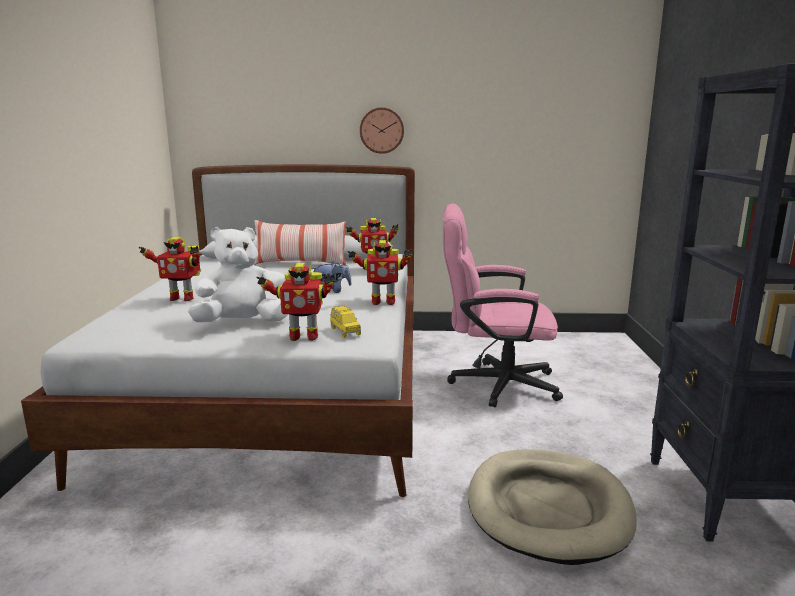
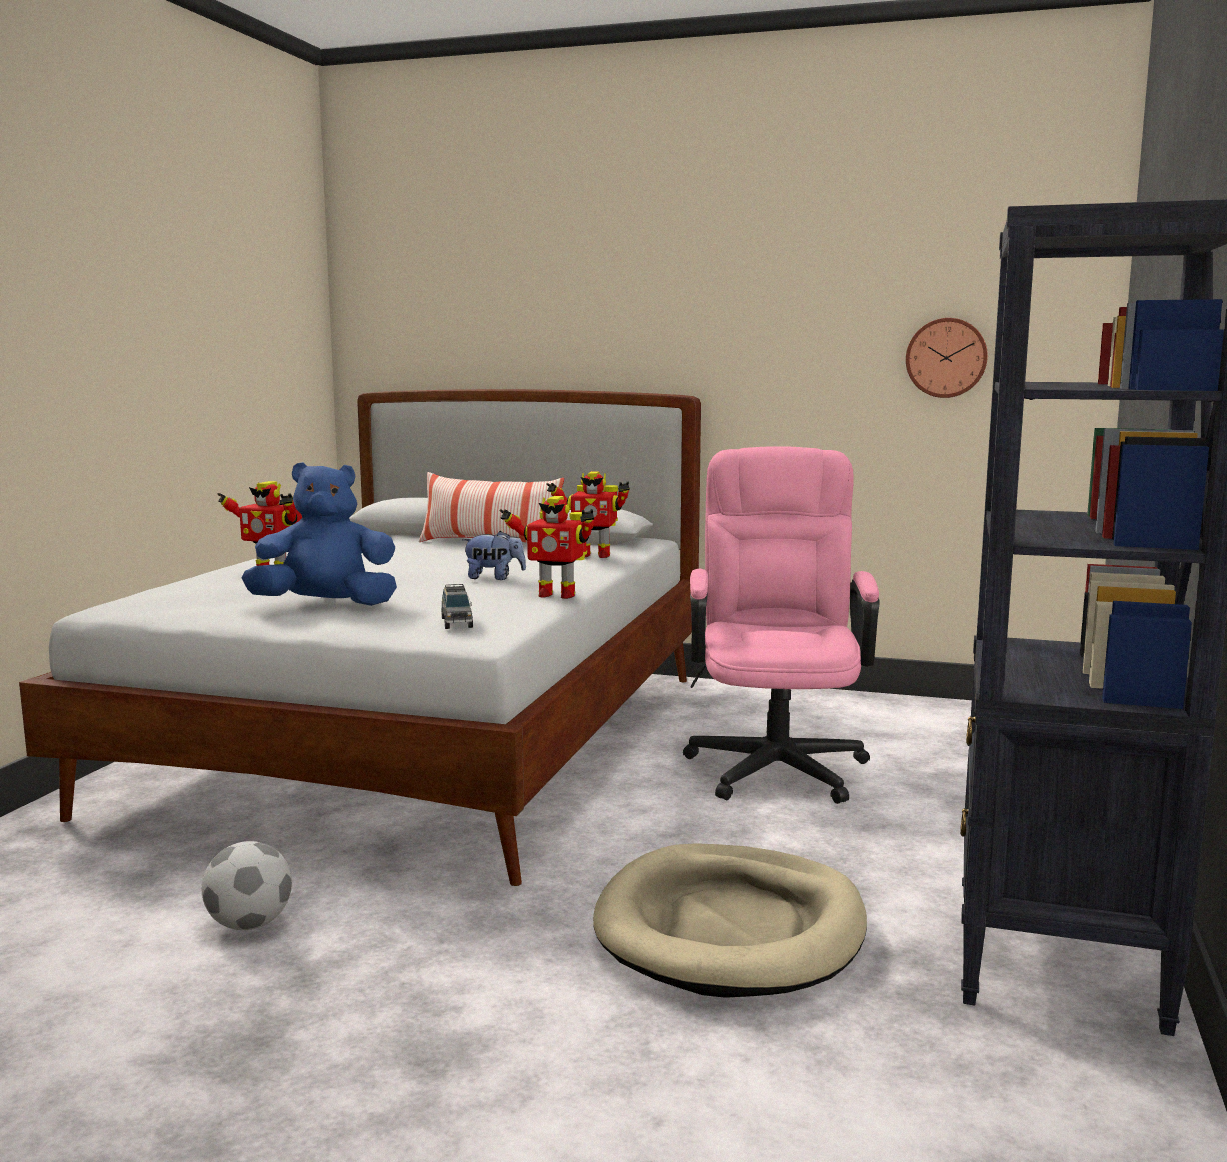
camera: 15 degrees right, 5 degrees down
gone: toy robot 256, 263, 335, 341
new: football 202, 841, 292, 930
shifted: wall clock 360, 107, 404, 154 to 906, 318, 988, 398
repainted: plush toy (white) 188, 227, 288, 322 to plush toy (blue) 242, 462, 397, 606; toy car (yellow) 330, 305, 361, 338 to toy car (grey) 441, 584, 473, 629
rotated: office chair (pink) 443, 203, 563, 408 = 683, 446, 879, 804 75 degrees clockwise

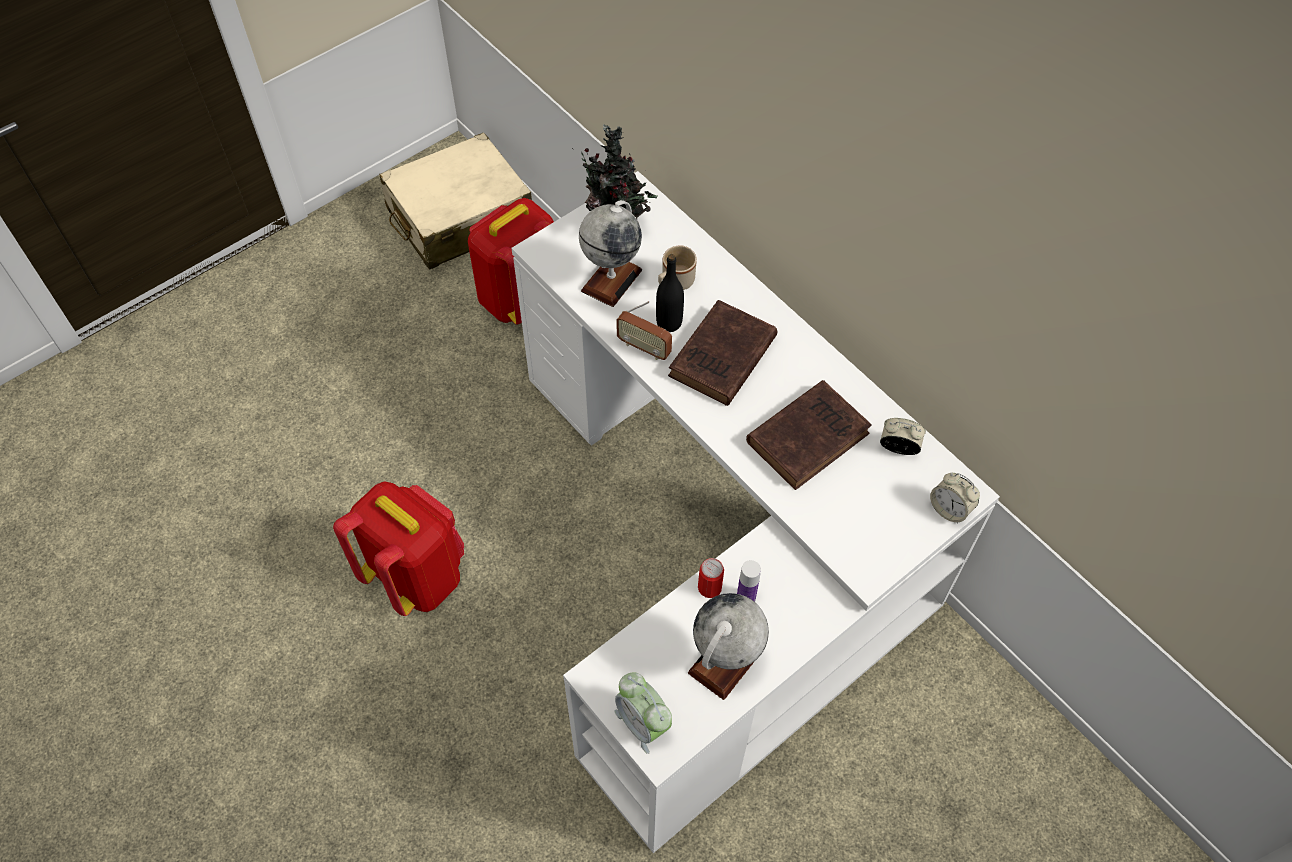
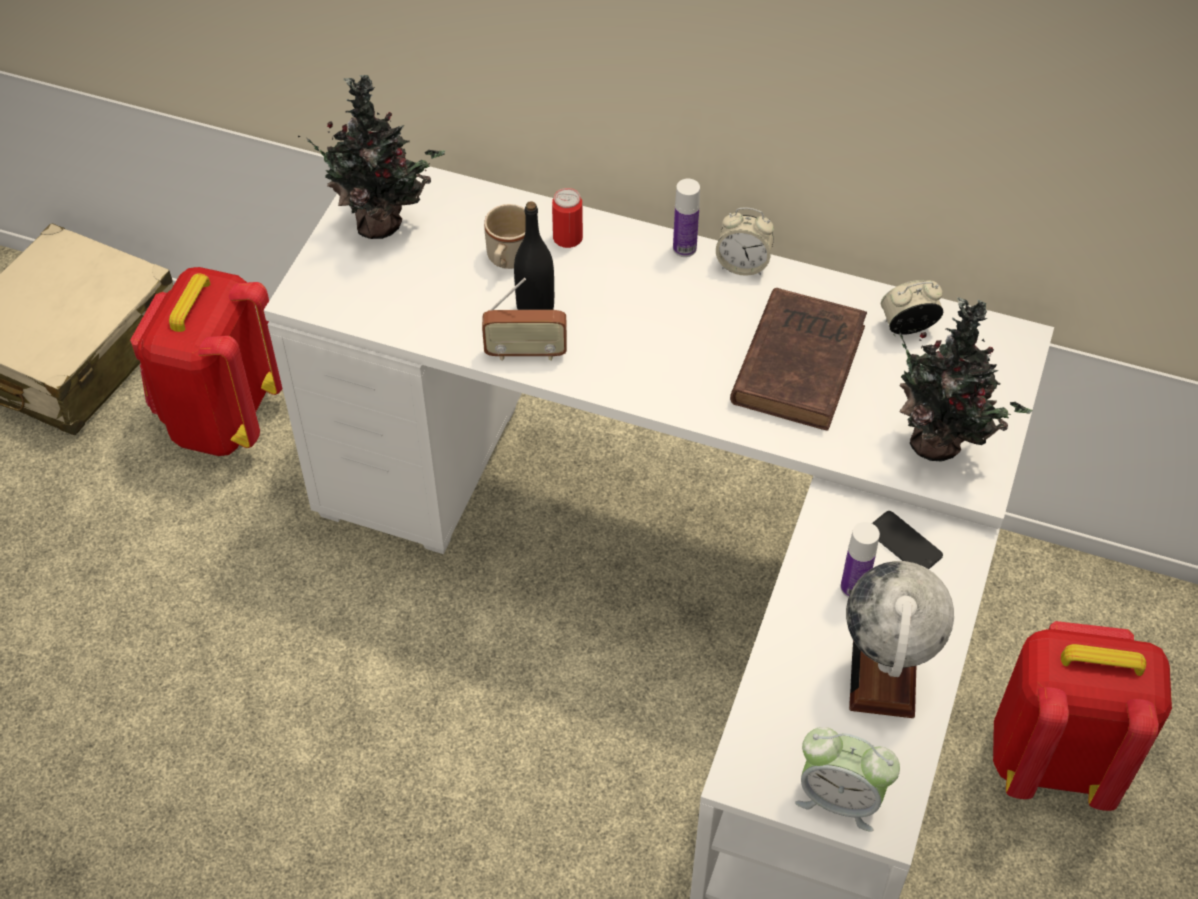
camera: 30 degrees left, 5 degrees down
gone: globe 579, 200, 642, 307; book (brown) 668, 300, 777, 406
new: bottle 673, 179, 700, 257; phone 872, 511, 943, 569; potted plant 890, 297, 1032, 461
shifted: can 698, 558, 724, 598 to 552, 188, 583, 248; alarm clock 930, 473, 980, 524 to 716, 208, 774, 276; backpack (red) 333, 481, 464, 616 to 993, 621, 1172, 811

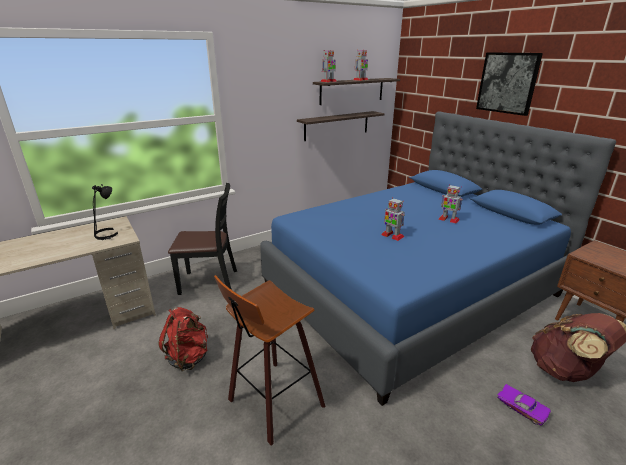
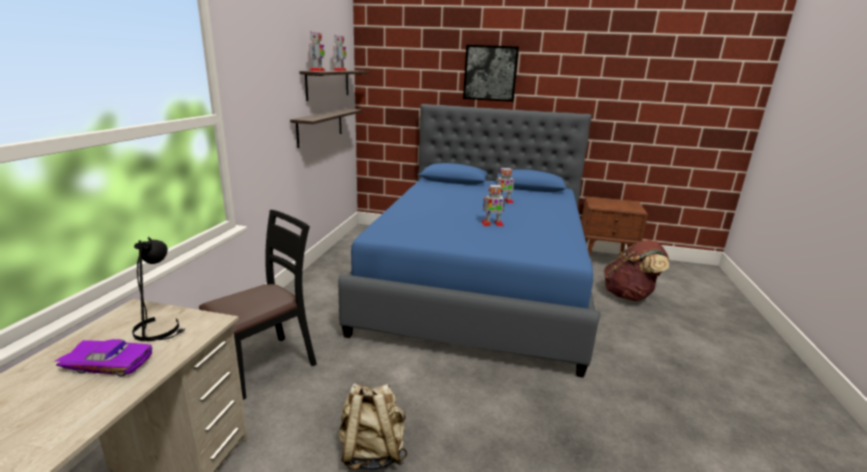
camera: 45 degrees left, 5 degrees down
gone: stool 214, 275, 326, 446
shifted: toy car (purple) 497, 384, 551, 426 to 54, 339, 152, 377
repainted: backpack (red) 158, 307, 208, 372 to backpack (beige) 338, 383, 407, 470

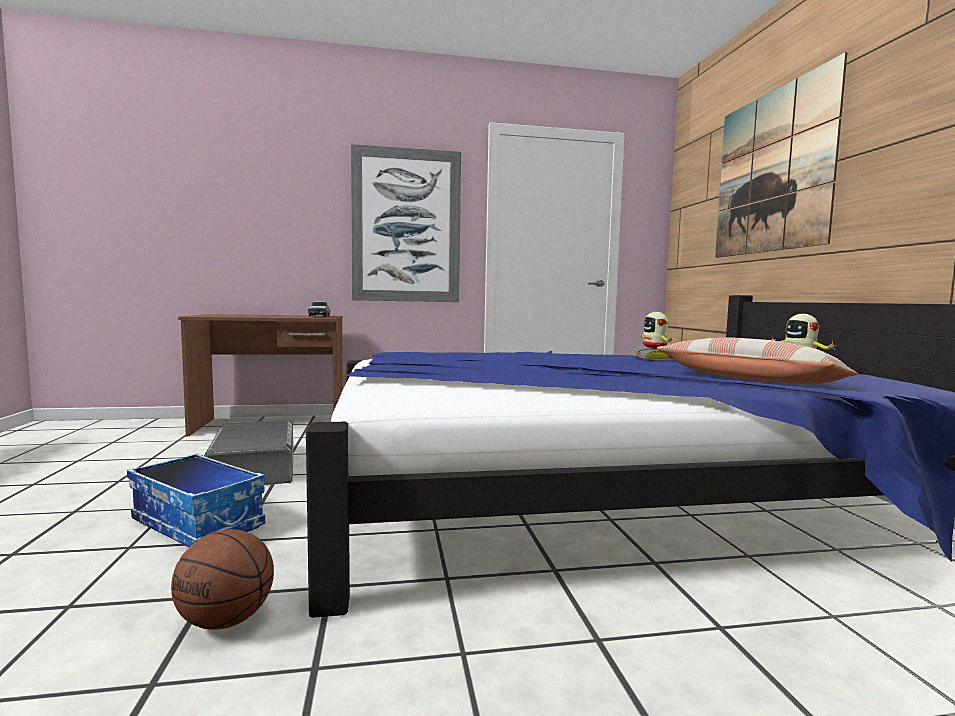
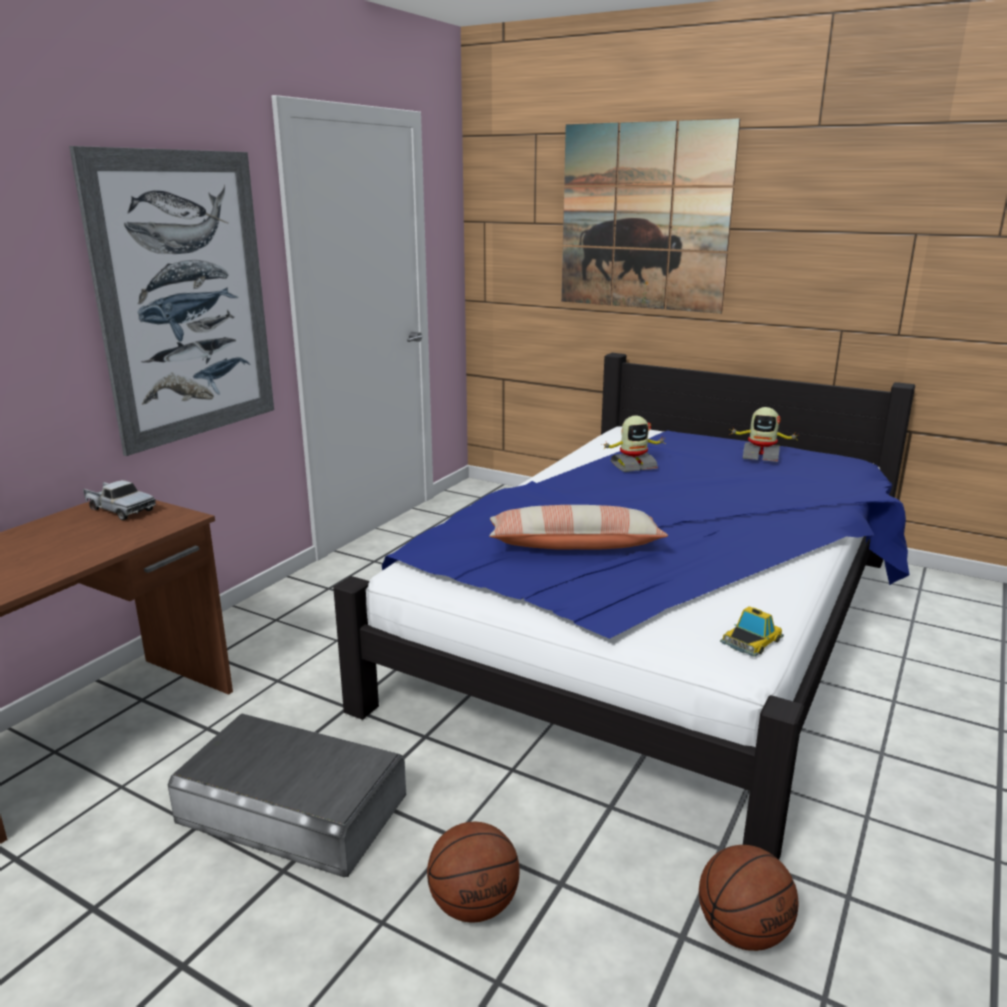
camera: 50 degrees left, 15 degrees up
new: toy car 720, 606, 784, 657
shifted: pillow 657, 338, 858, 384 to 489, 505, 668, 550
swapped: storage box 127, 453, 265, 547 to basketball 427, 822, 519, 922
rotated: toy robot 629, 312, 674, 361 = 601, 416, 666, 472 45 degrees counterclockwise

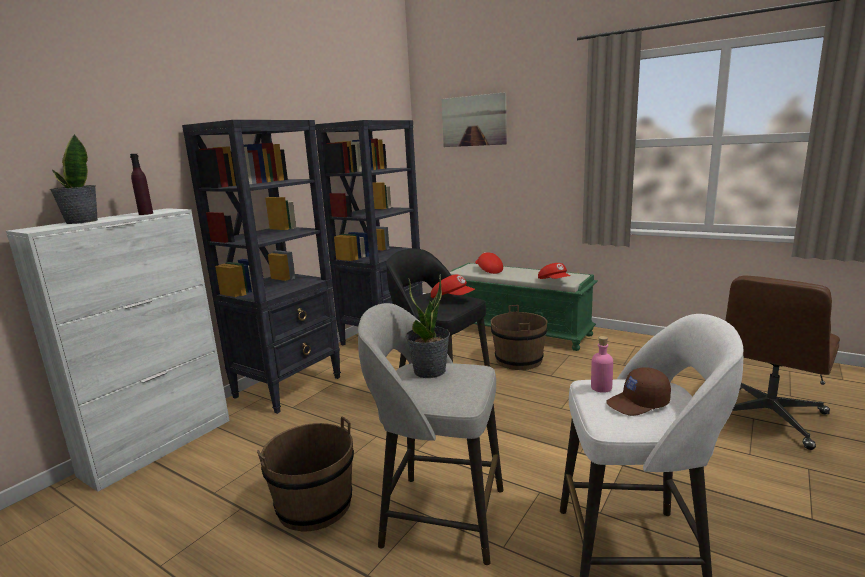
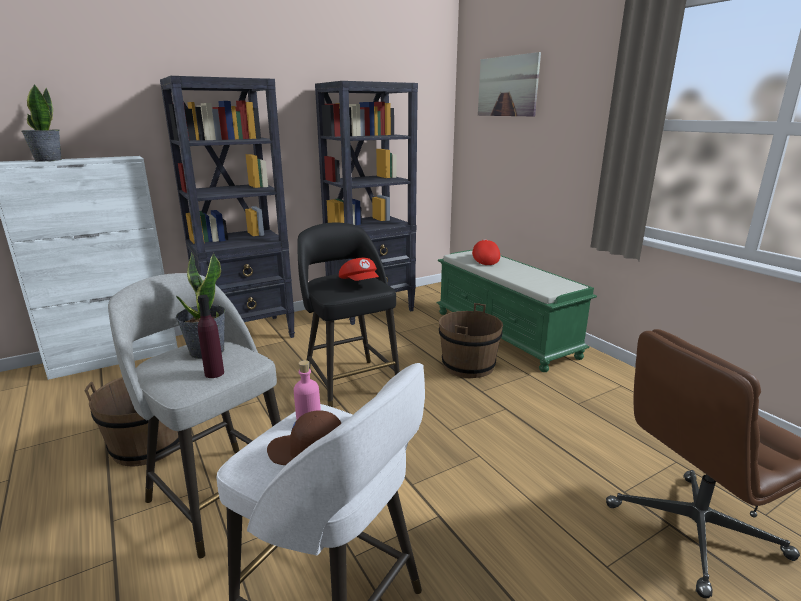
camera: 25 degrees right, 5 degrees up
gone: cap (red) 538, 263, 570, 279
shifted: bottle (purple) 130, 154, 153, 215 to 198, 295, 224, 378

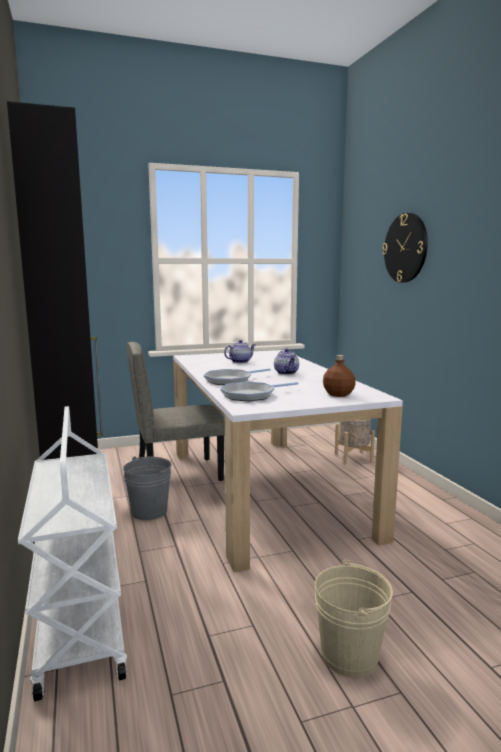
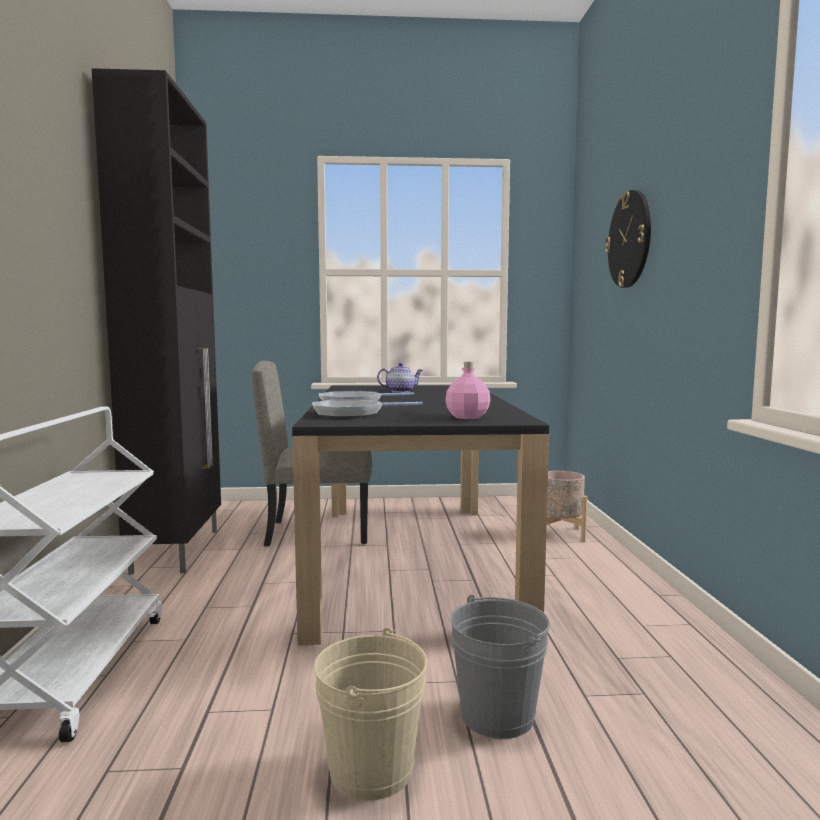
camera: 15 degrees right, 5 degrees down
gone: teapot 274, 349, 299, 375
shifted: bucket (grey) 123, 456, 172, 520 to 450, 594, 550, 739
repainted: dining table (white) 173, 350, 403, 572 to dining table (black) 292, 385, 549, 645; bottle (brown) 323, 355, 356, 397 to bottle (pink) 445, 362, 491, 419

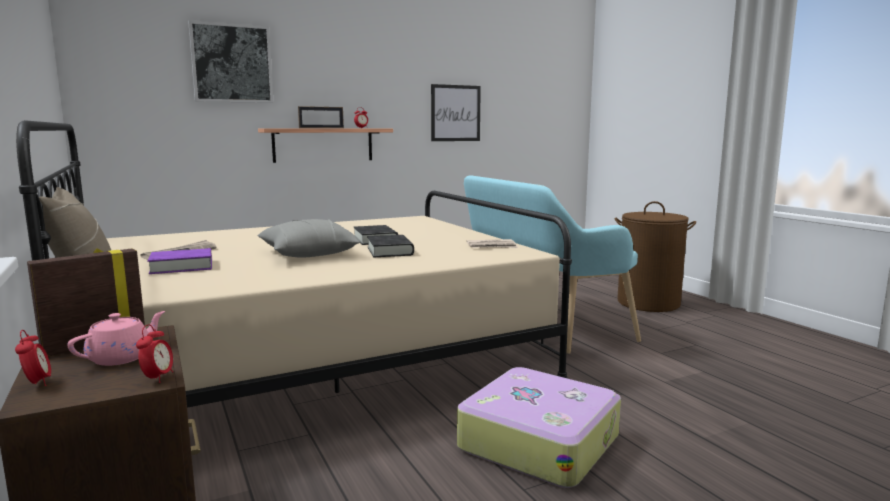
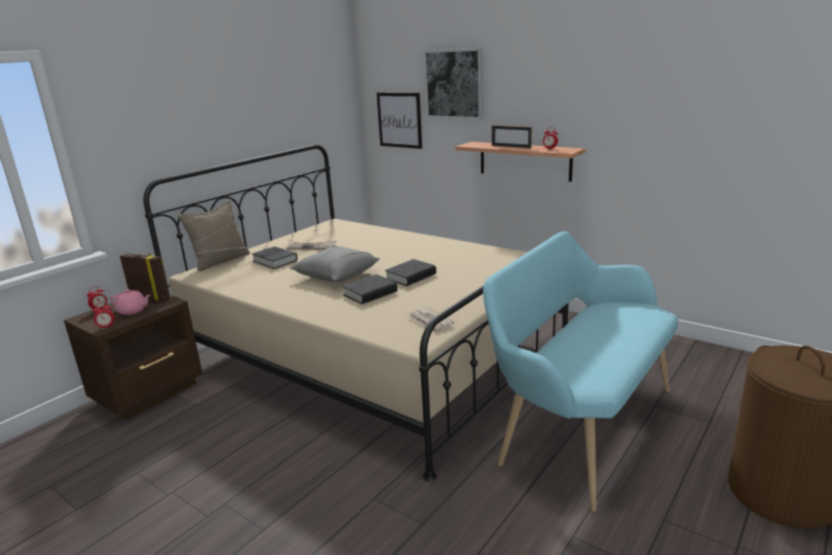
camera: 65 degrees right, 10 degrees up
gone: suitcase 457, 367, 621, 488
shifted: picture 431, 84, 481, 141 to 377, 93, 422, 149
repainted: book (purple) 147, 248, 212, 274 to book (black) 252, 246, 298, 269

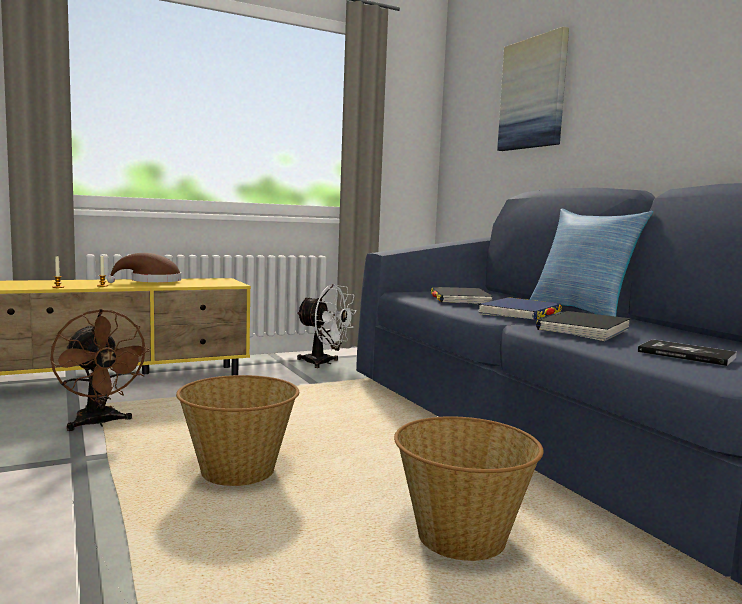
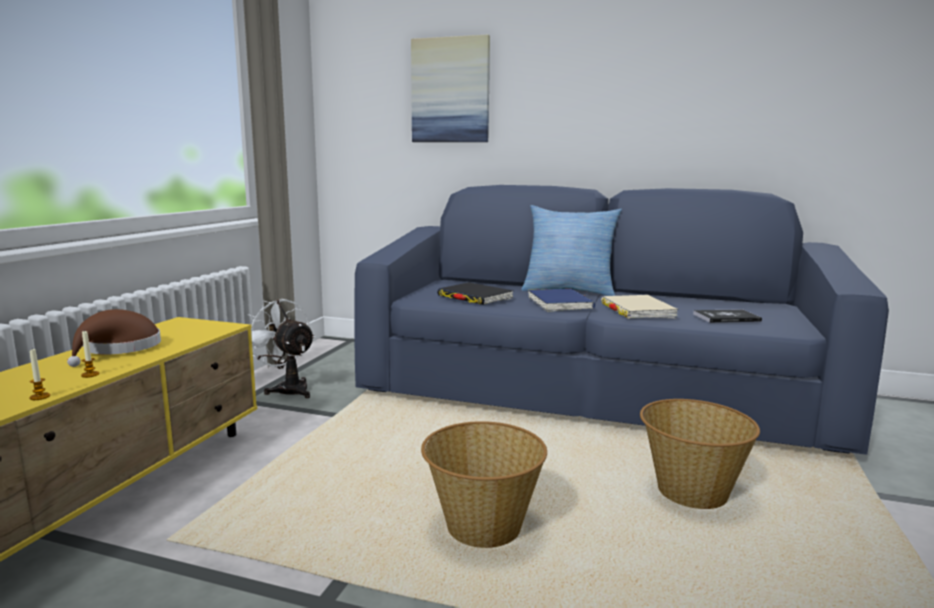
camera: 45 degrees left, 5 degrees up
gone: fan (brown) 50, 309, 151, 431
repainted: book (black) 536, 311, 631, 341 to book (beige) 601, 295, 679, 319
rotated: fan (white) 296, 284, 357, 368 = 248, 299, 315, 398 120 degrees counterclockwise

